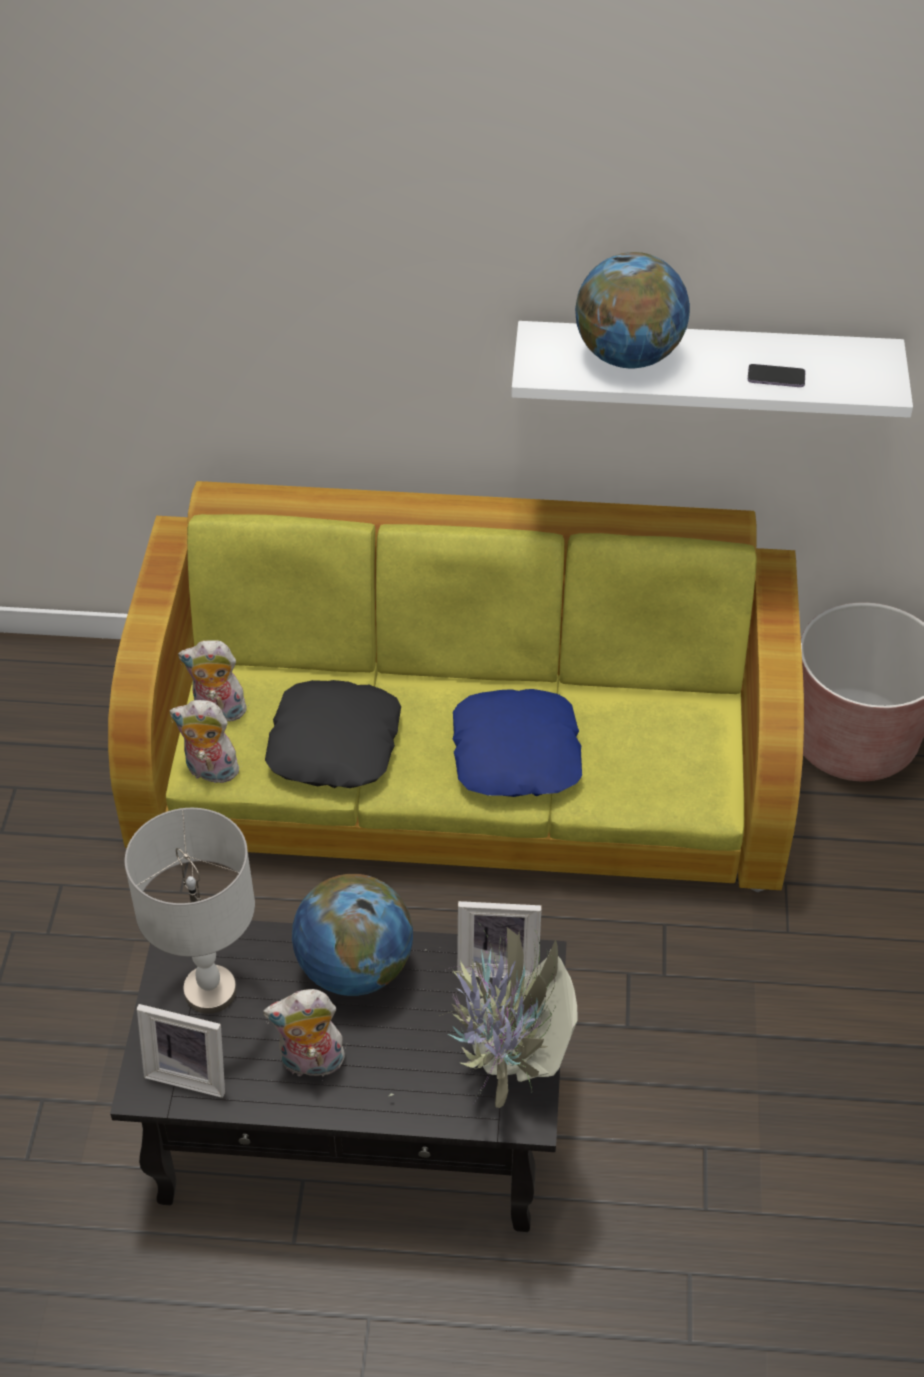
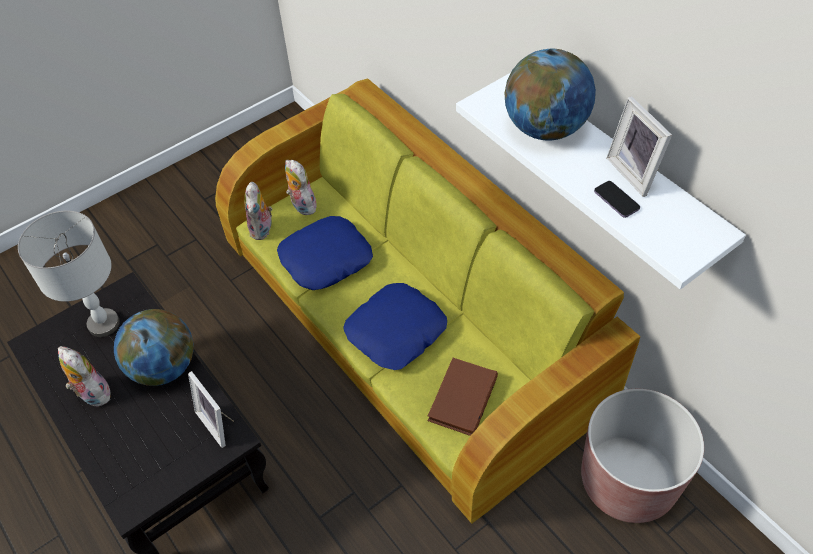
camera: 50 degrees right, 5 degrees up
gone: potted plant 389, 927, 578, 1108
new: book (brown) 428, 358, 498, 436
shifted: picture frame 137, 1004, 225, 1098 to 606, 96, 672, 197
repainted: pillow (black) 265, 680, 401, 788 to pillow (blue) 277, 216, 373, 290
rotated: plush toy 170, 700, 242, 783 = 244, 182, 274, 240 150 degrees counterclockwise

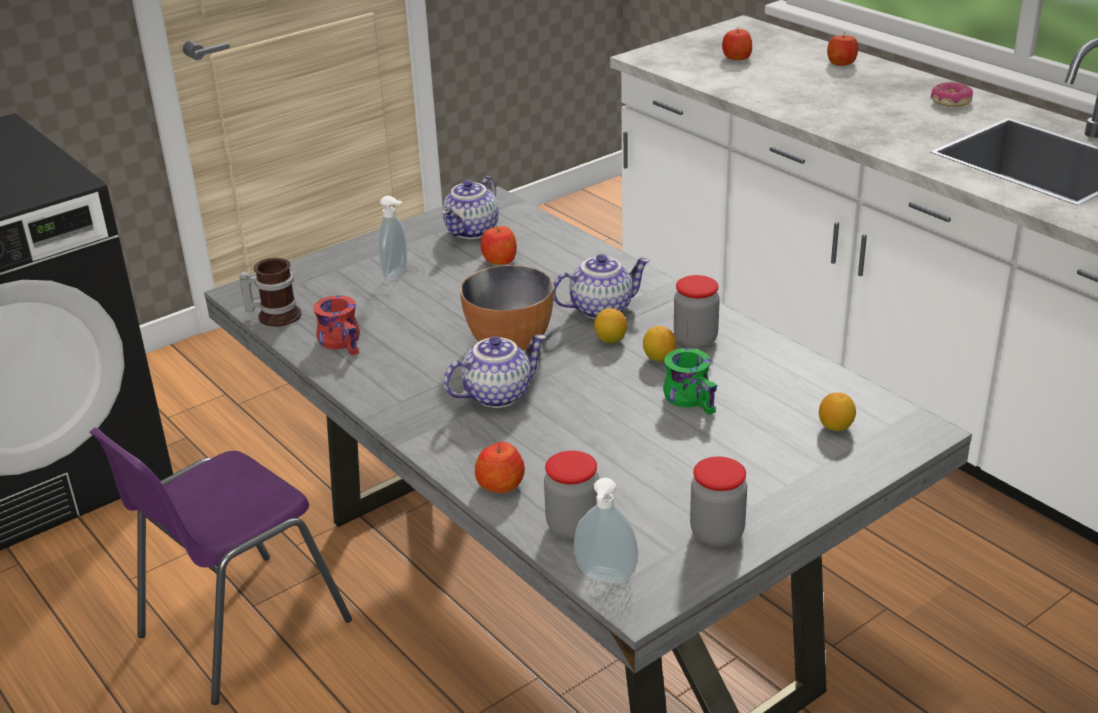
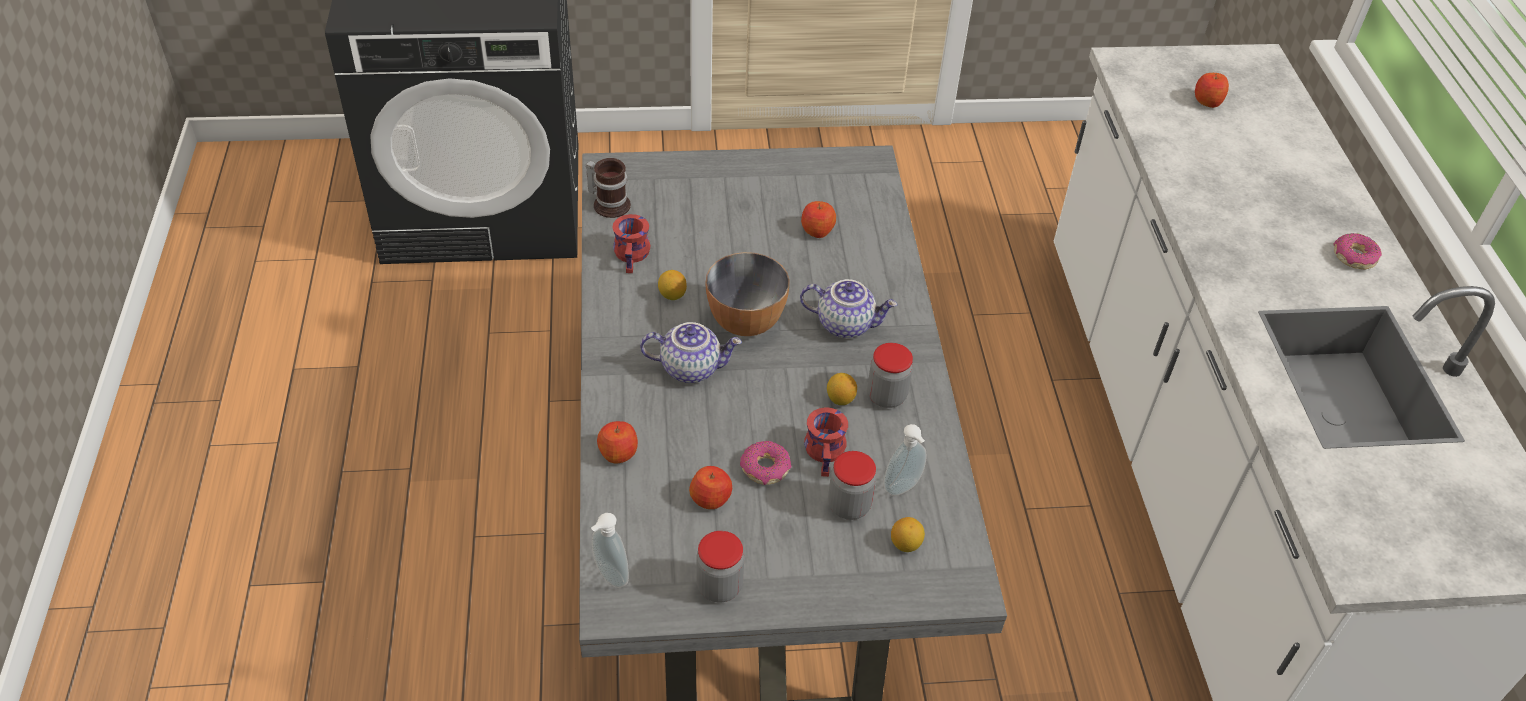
camera: 30 degrees right, 15 degrees up
gone: chair (purple) 89, 428, 352, 705; teapot 442, 176, 499, 239
new: donut 740, 441, 791, 485
shifted: lemon 594, 308, 627, 343 to 658, 270, 687, 300; apple 827, 32, 858, 66 to 689, 466, 732, 509; jar 544, 451, 599, 540 to 828, 451, 876, 520; soap dispenser 379, 196, 407, 281 to 884, 424, 927, 496
repainted: mug (green) 663, 348, 717, 415 to mug (red) 804, 407, 848, 477

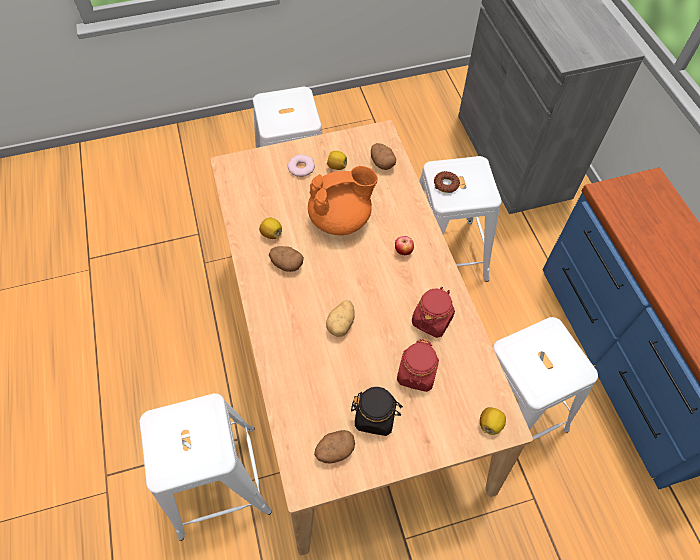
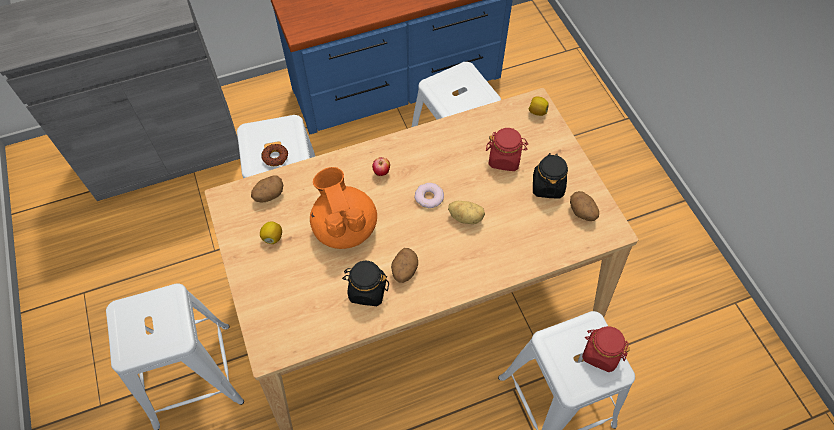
camera: 95 degrees left, 0 degrees up
shifted: donut 287, 154, 315, 177 to 415, 183, 444, 208; jar (red) 412, 286, 455, 338 to 582, 326, 630, 372
swapped: lemon 259, 218, 282, 239 to jar (black) 342, 261, 389, 306

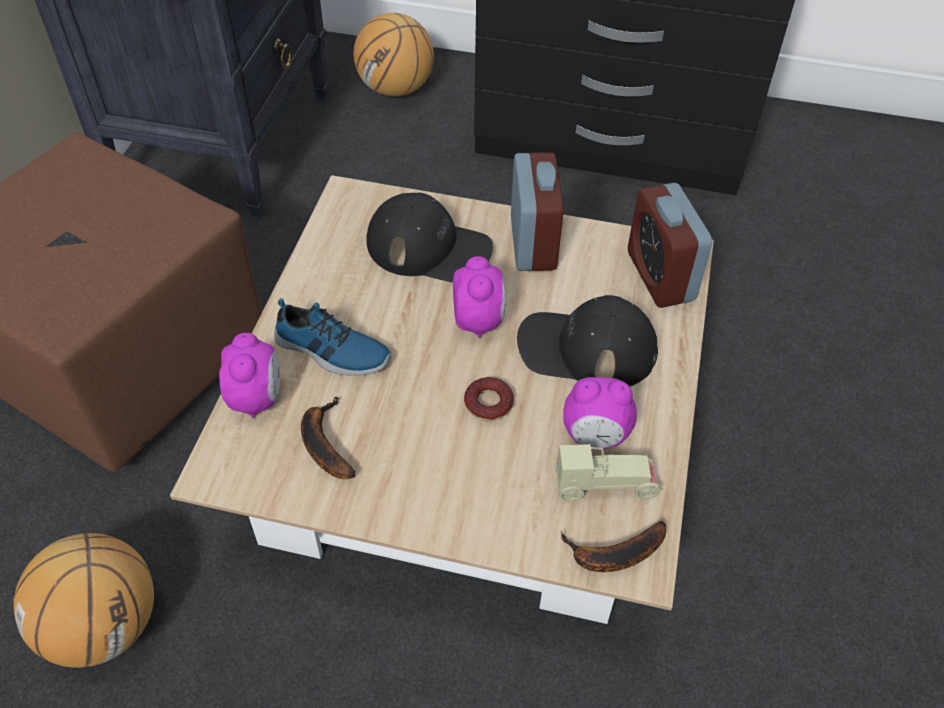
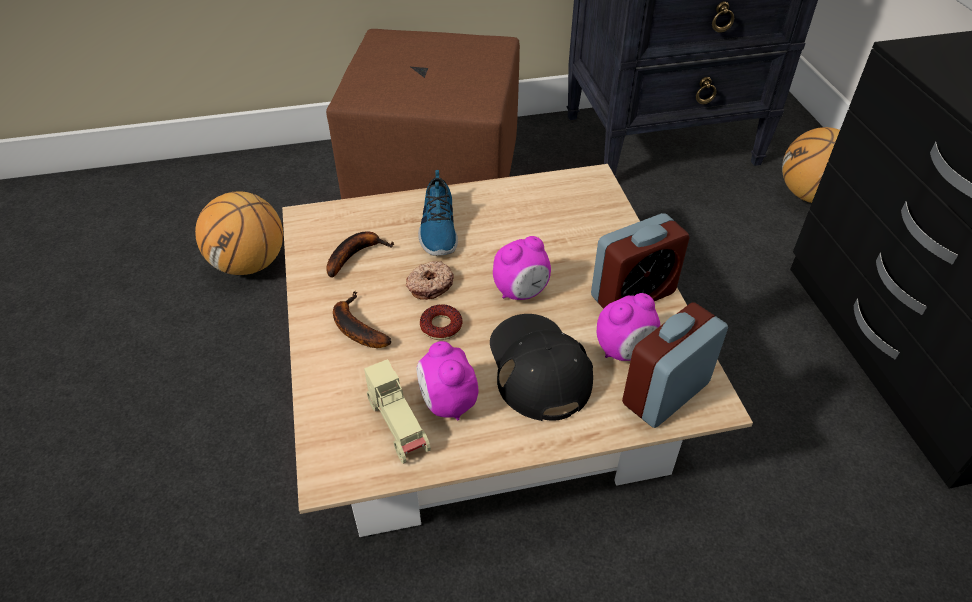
camera: 65 degrees right, 5 degrees down
gone: cap (black) 366, 192, 493, 283
new: donut 406, 261, 454, 300
shifted: banana 560, 521, 666, 572 to 333, 291, 391, 348; alarm clock 219, 333, 280, 418 to 597, 293, 660, 361

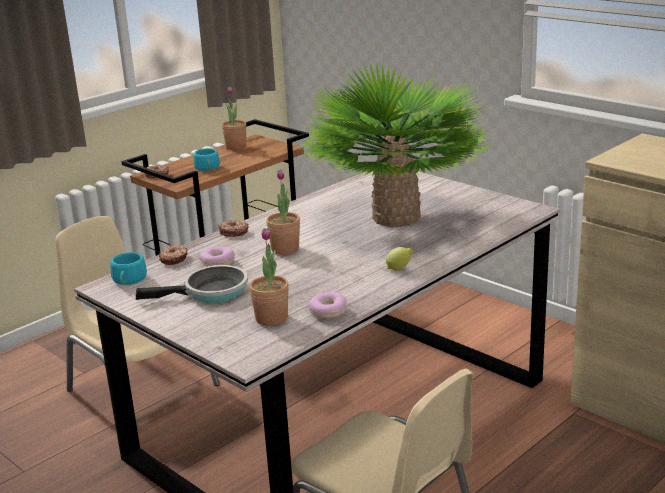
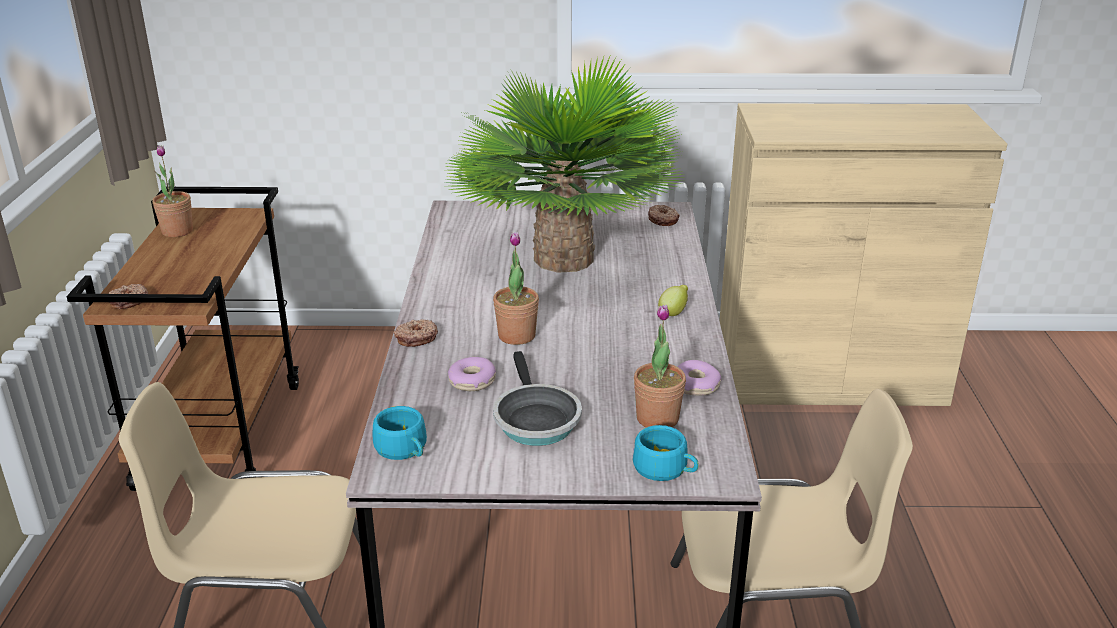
camera: 45 degrees left, 5 degrees up
shifted: cup (turquoise) 194, 148, 220, 171 to 633, 425, 699, 481; donut 159, 244, 188, 265 to 648, 205, 680, 226
rotated: frying pan 136, 265, 248, 303 = 493, 351, 582, 446 135 degrees clockwise

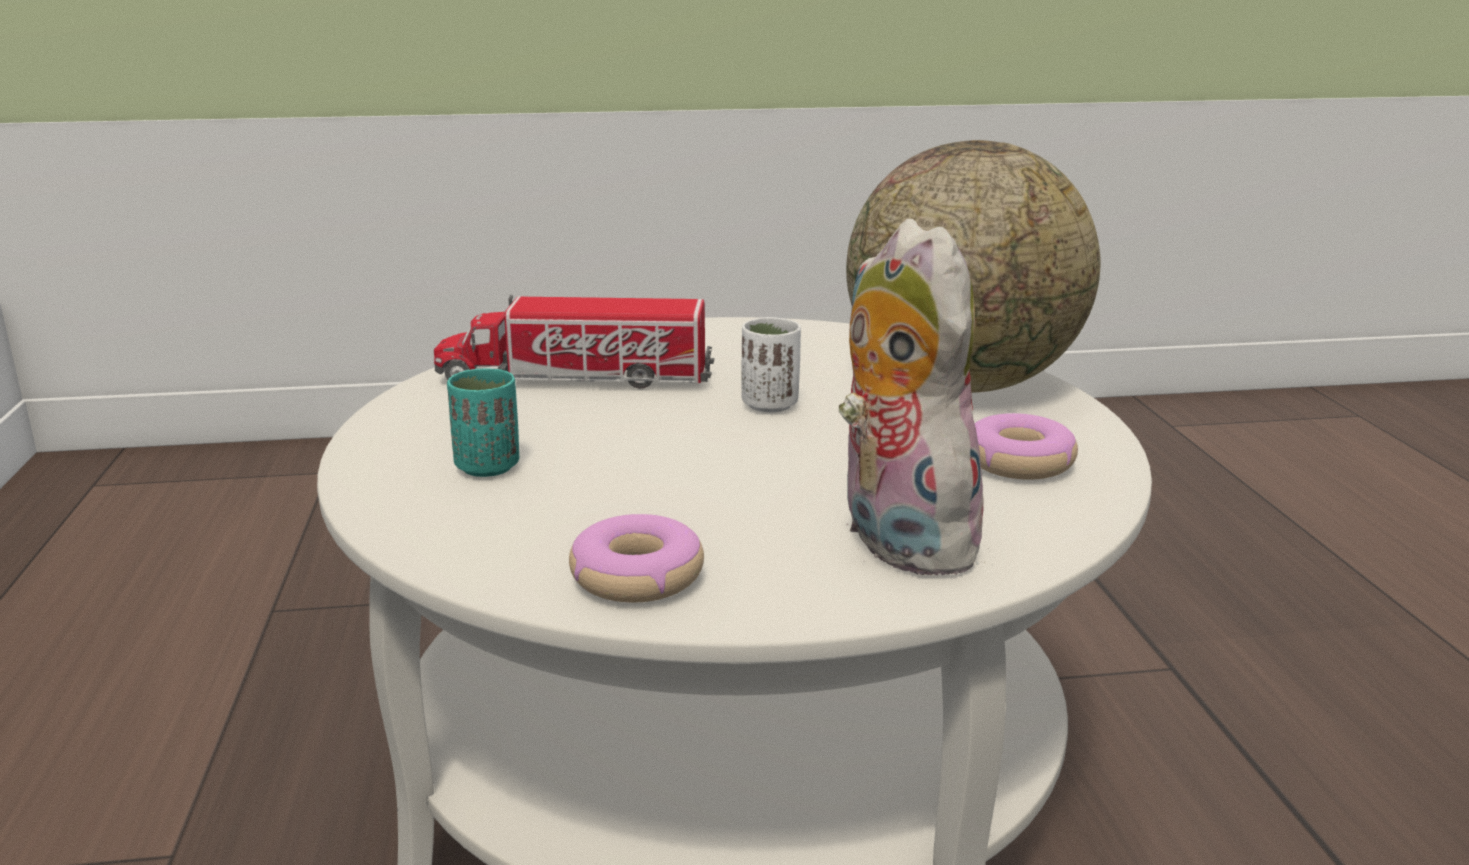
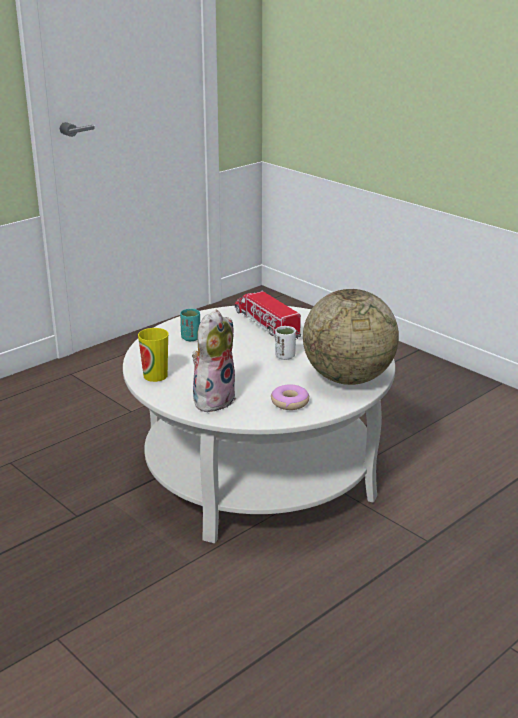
camera: 55 degrees right, 5 degrees up
swapped: donut 569, 514, 704, 603 to cup 138, 328, 168, 382

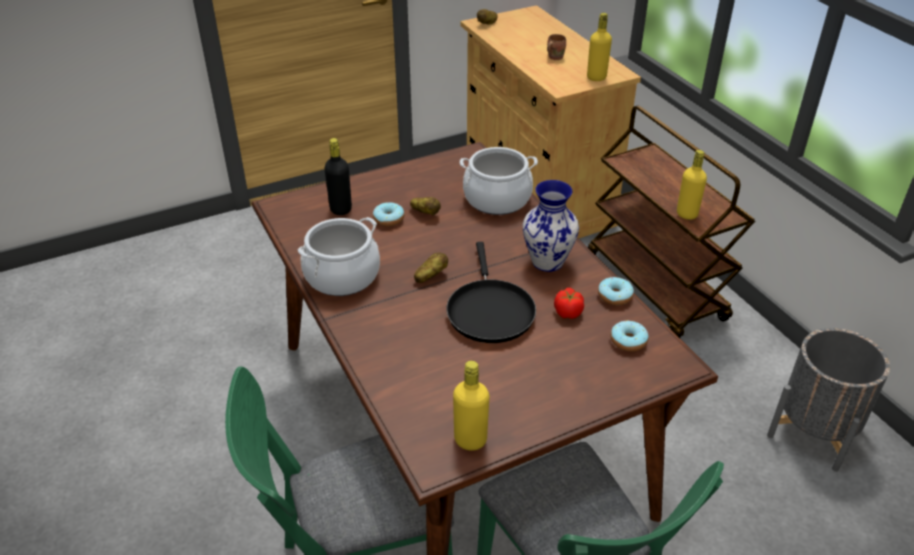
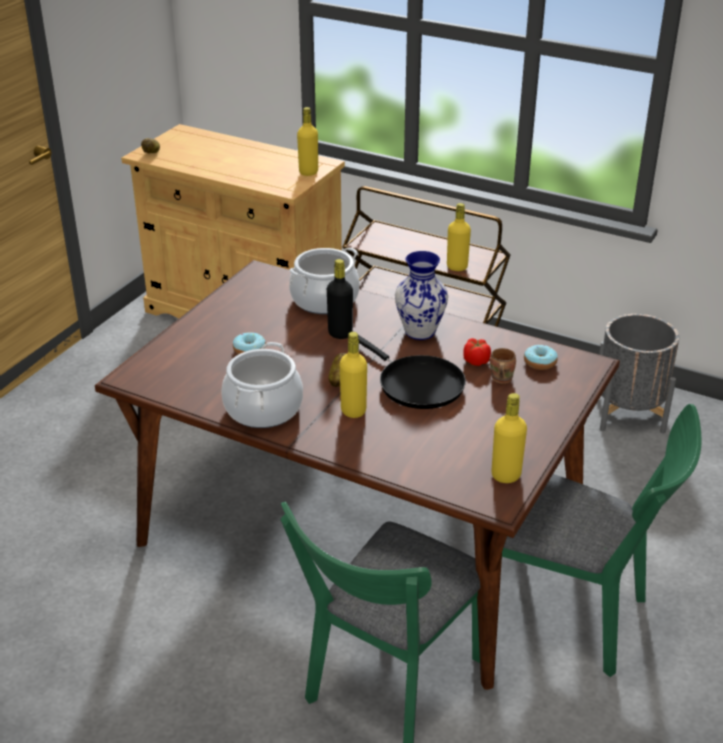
camera: 35 degrees left, 5 degrees down
gone: potato 410, 197, 441, 216; donut 598, 277, 634, 306
new: bottle (yellow) 340, 332, 367, 418
shifted: bottle (black) 324, 138, 352, 215 to 327, 259, 353, 339; mug (brown) 547, 34, 566, 60 to 490, 348, 516, 384

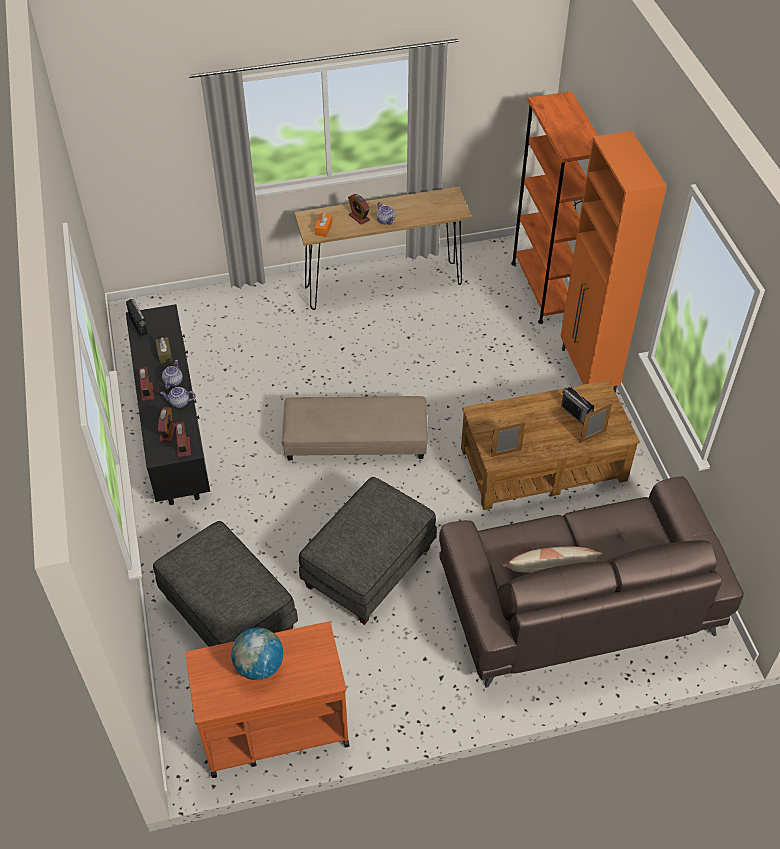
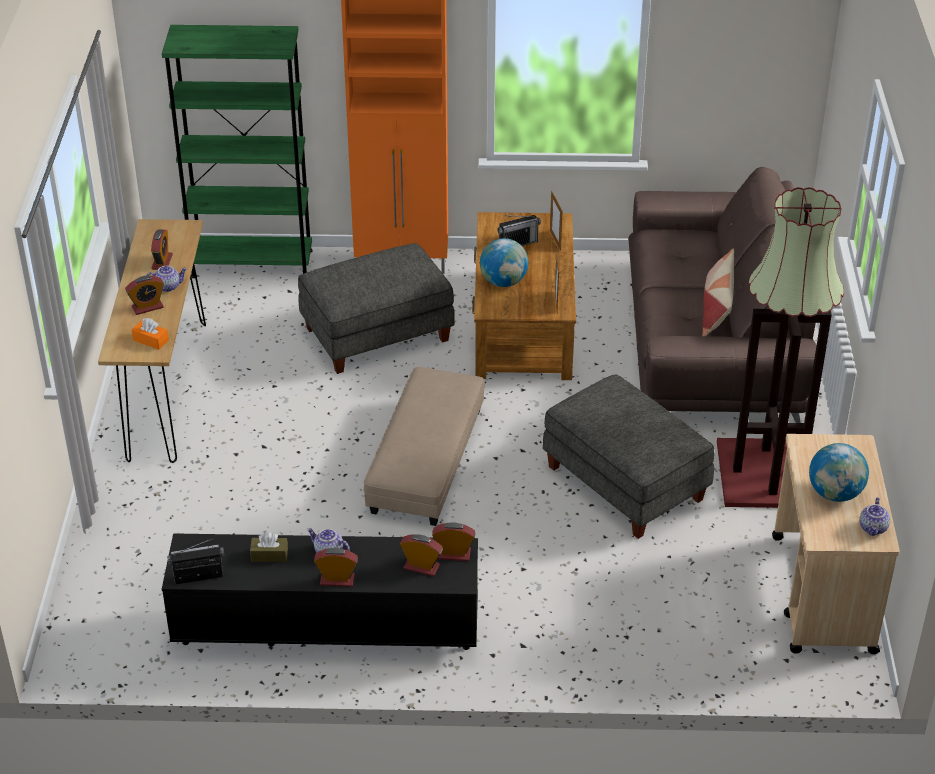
camera: 75 degrees left, 10 degrees down
new: alarm clock 151, 229, 173, 270; globe 480, 238, 528, 287; floor lamp 717, 187, 844, 508
shifted: ottoman (grey) 153, 521, 298, 647 to 298, 243, 455, 374; teapot 160, 387, 196, 408 to 859, 497, 890, 536
repainted: bookcase (orange) 511, 91, 598, 324 to bookcase (green) 162, 25, 313, 278; cart (orange) 185, 621, 350, 778 to cart (beige) 772, 434, 900, 654

